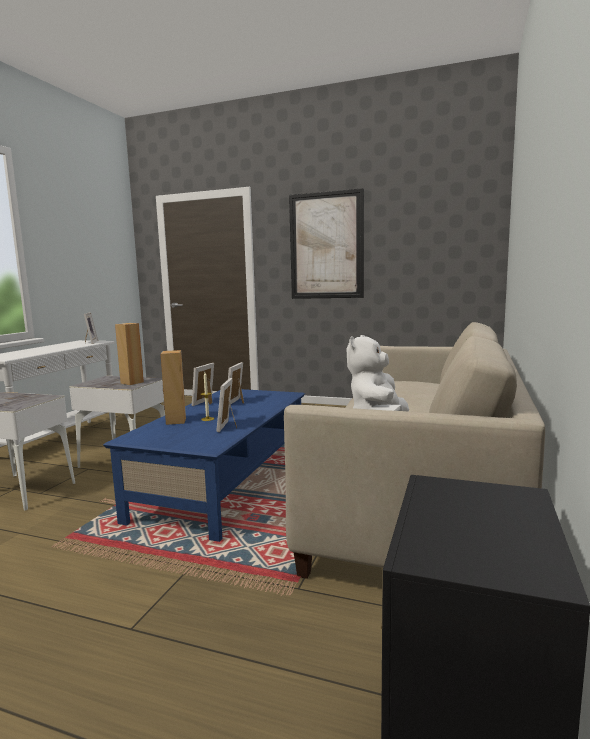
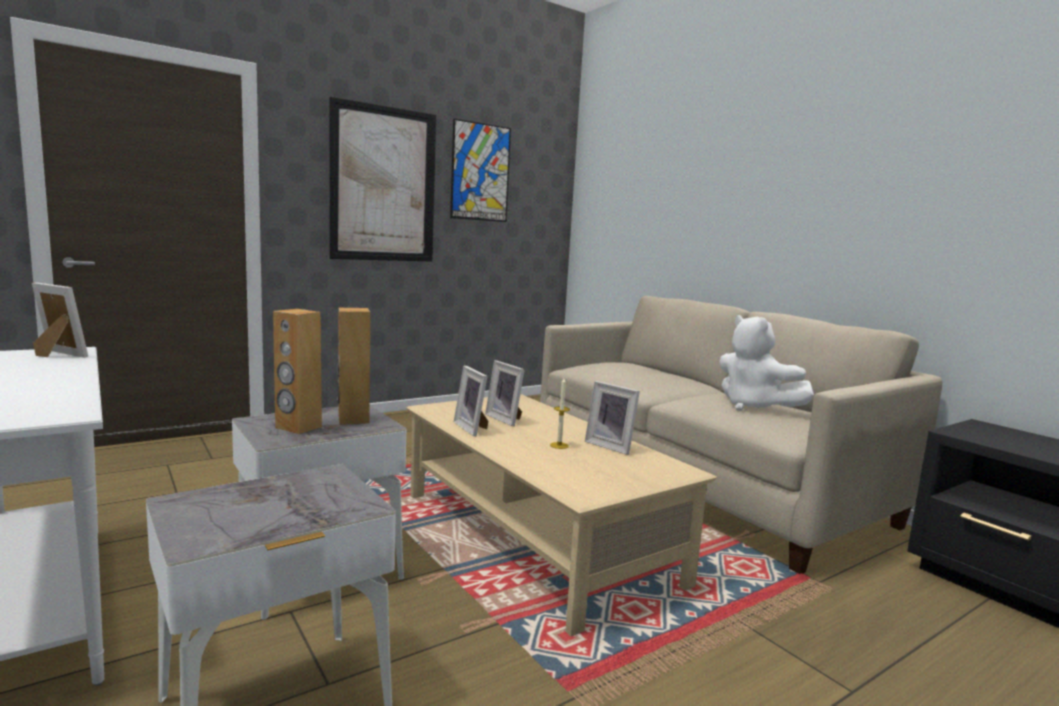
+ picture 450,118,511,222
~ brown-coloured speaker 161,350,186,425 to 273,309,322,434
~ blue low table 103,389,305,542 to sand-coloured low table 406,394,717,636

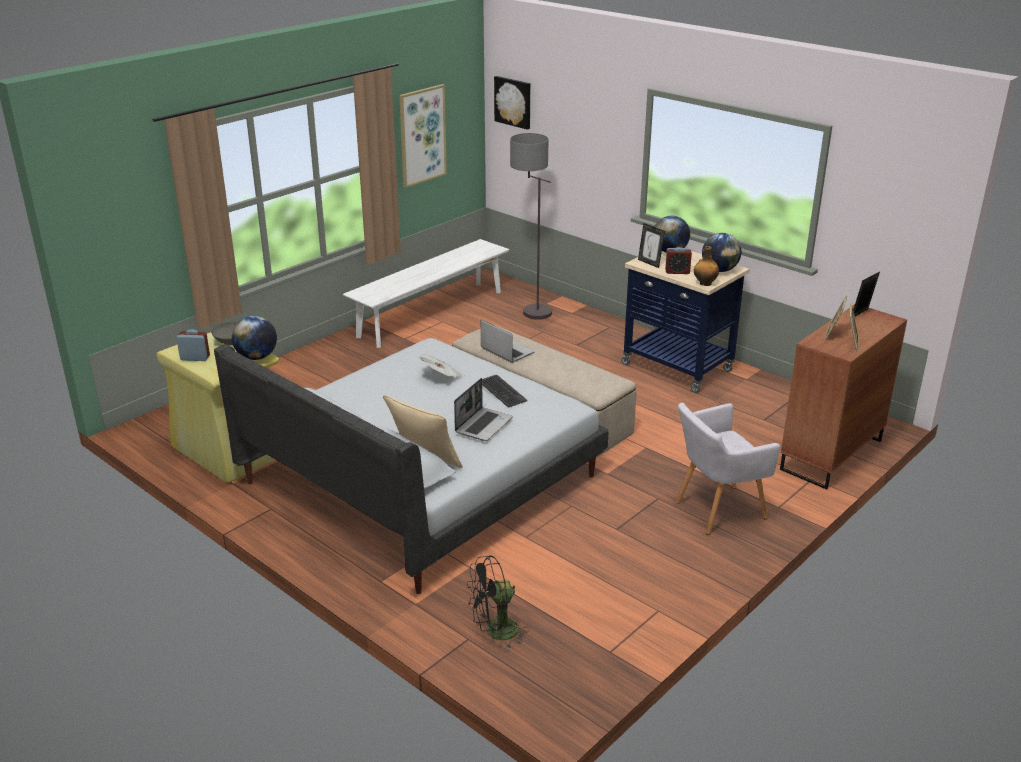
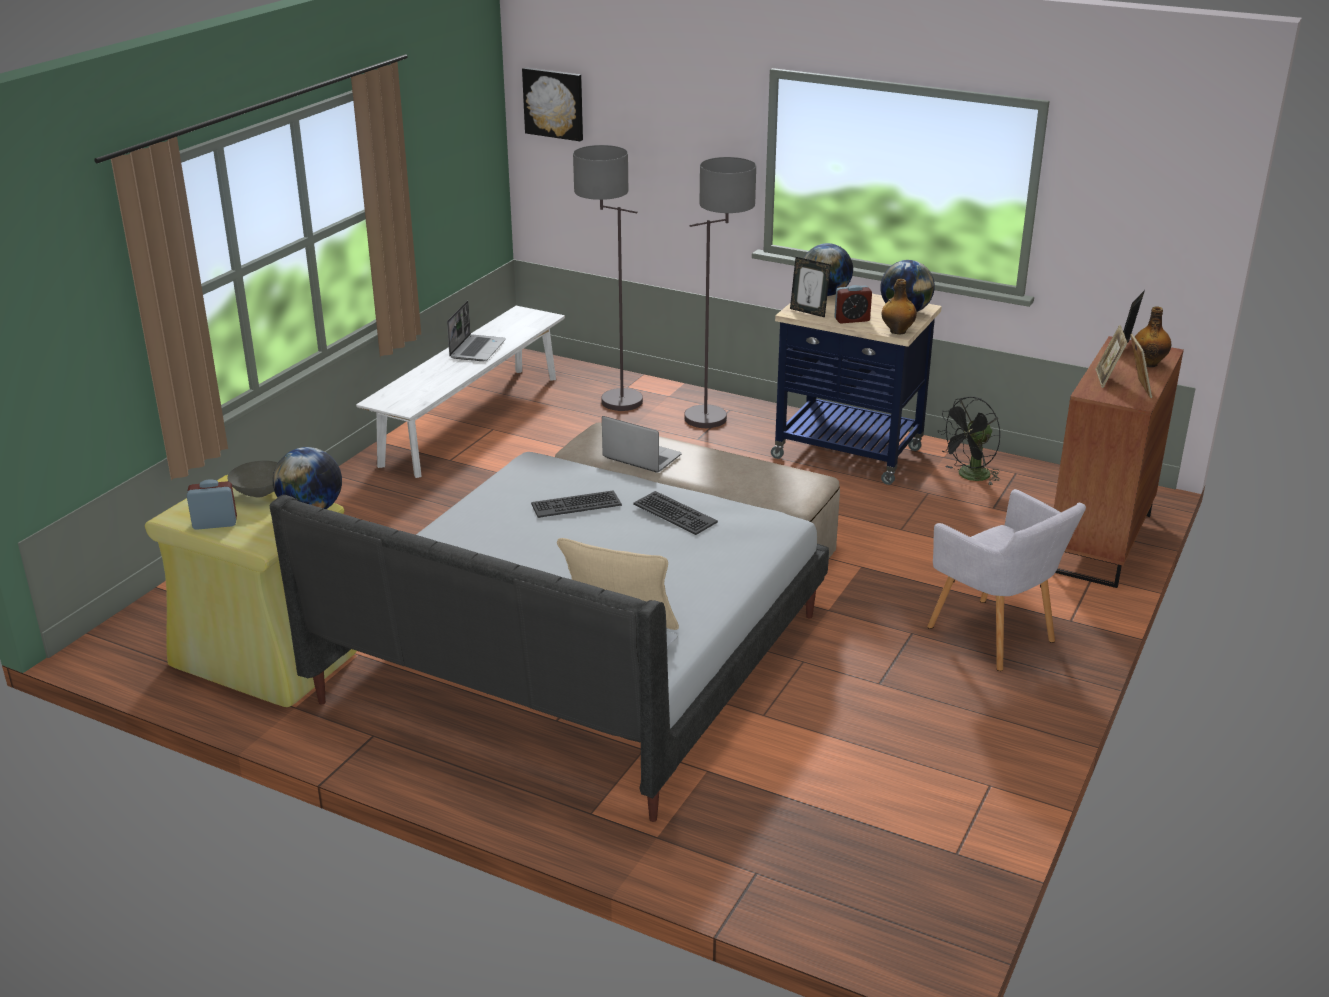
- picture 399,84,447,188
+ gray standing lamp 685,157,756,428
+ drink bottle 1135,307,1171,367
~ portable computer 454,378,513,441 to 447,300,506,361
~ blackish fan 467,555,530,649 to 938,397,1001,485
~ daily paper 419,354,465,377 to computer keyboard 531,490,622,518
~ gray easy chair 676,403,780,535 = 927,489,1086,671 90 degrees counterclockwise

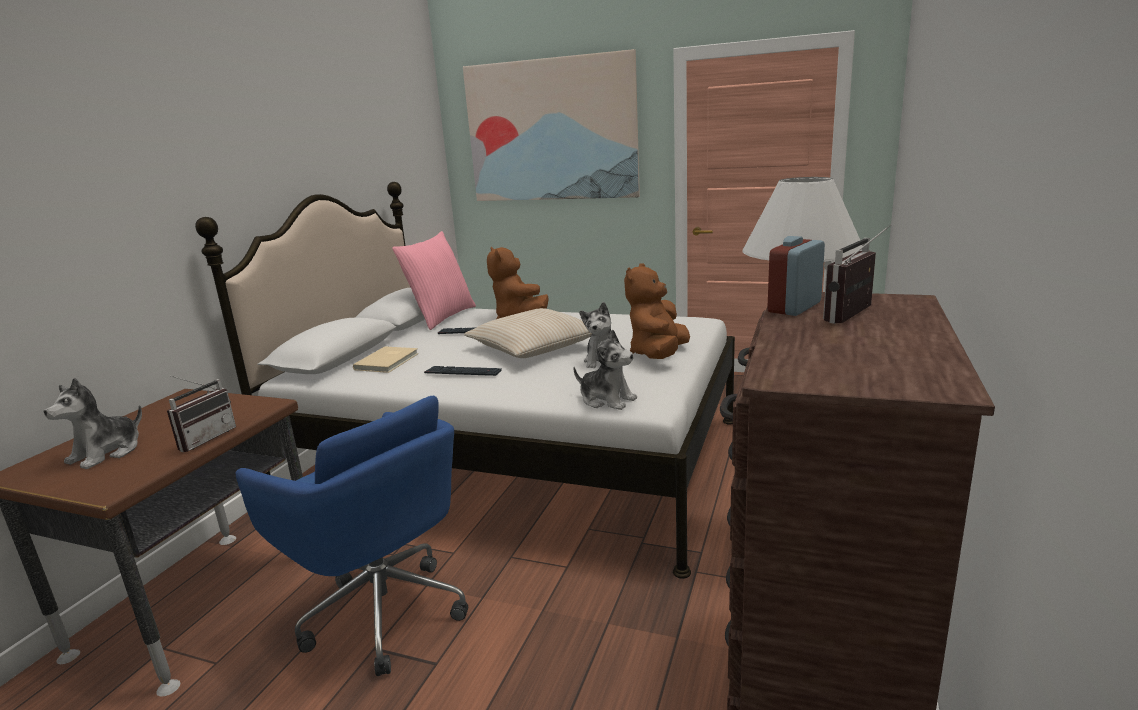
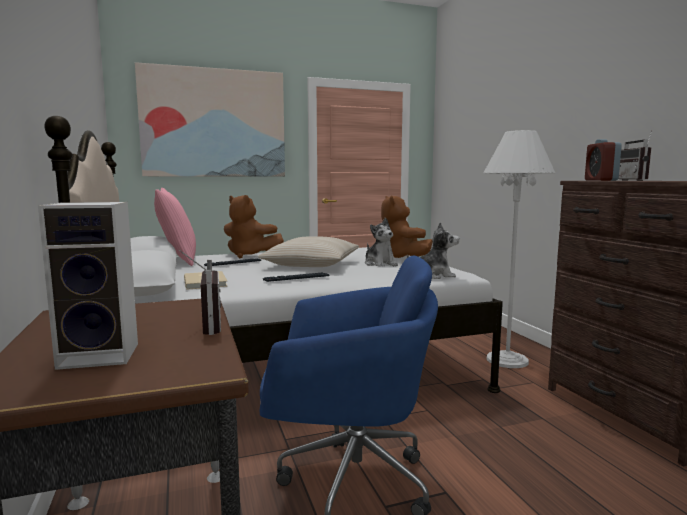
~ plush toy 43,378,142,469 to speaker 38,202,138,370

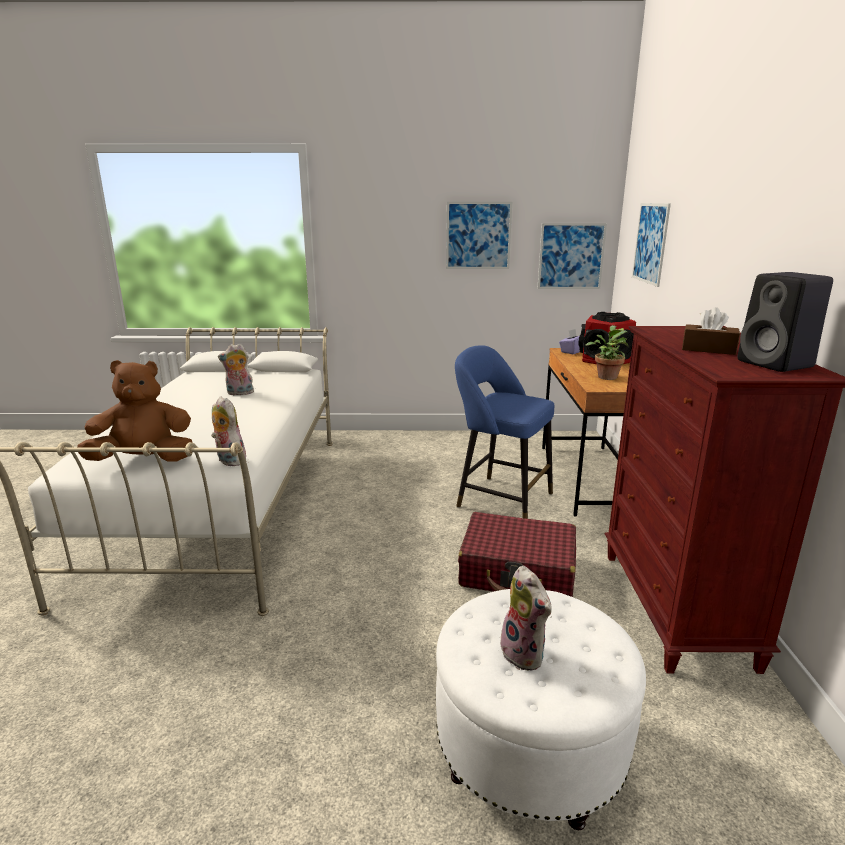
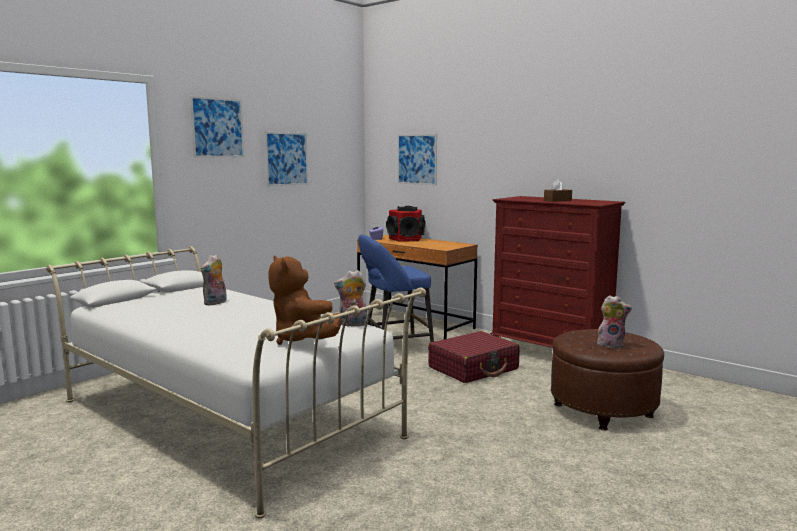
- houseplant 586,325,628,380
- blackish speaker 737,272,833,372
~ picture 537,223,607,289 to 190,96,244,158
~ white-coloured pouffe 436,589,646,830 to brown-coloured pouffe 551,329,664,431
~ brown-coloured plush toy 77,360,193,461 = 269,255,342,345 60 degrees counterclockwise

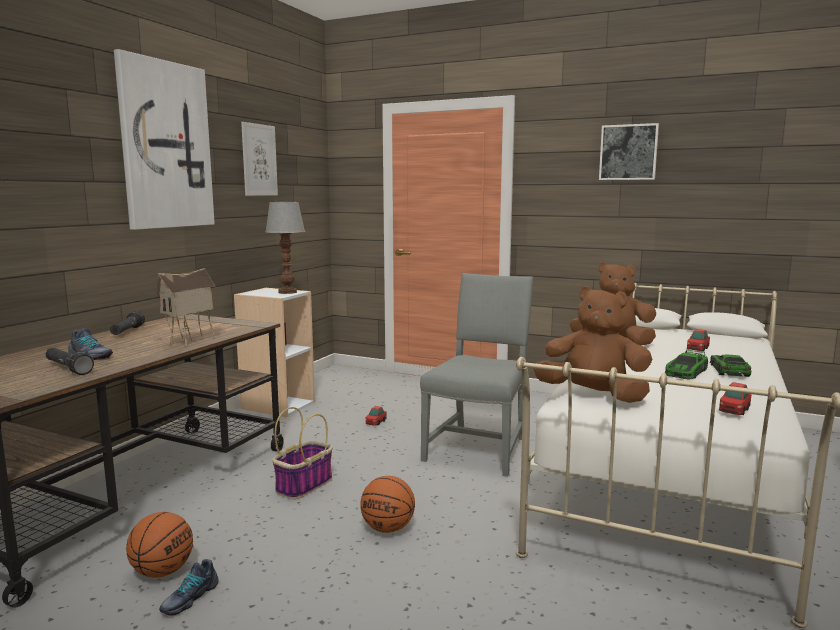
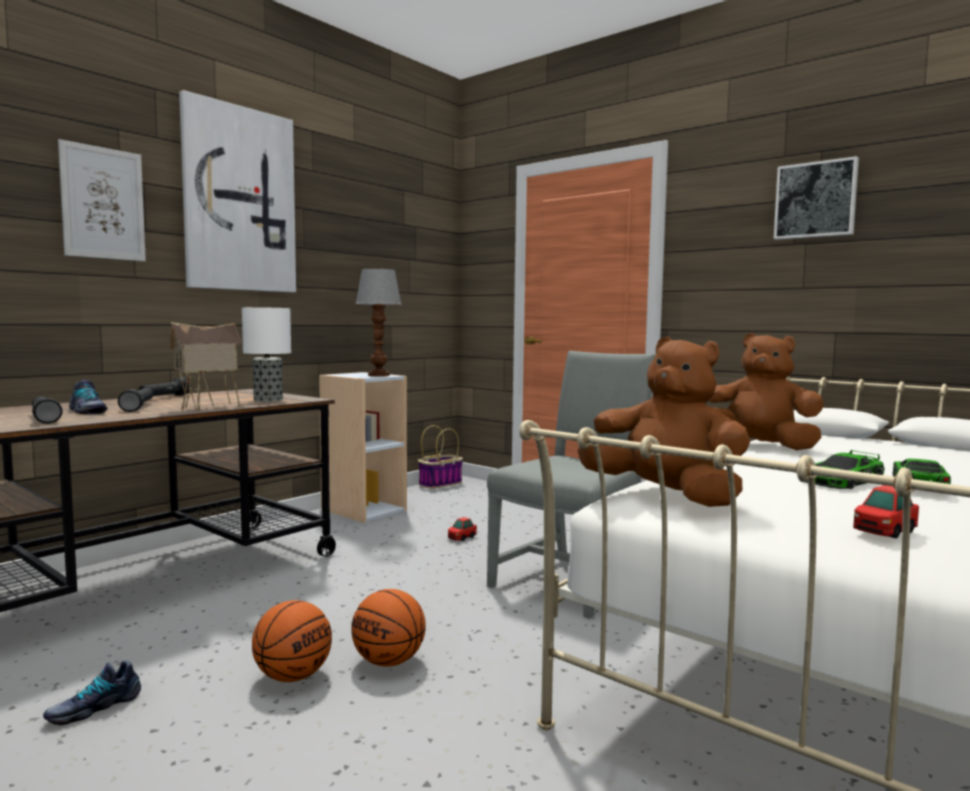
- miniature car 687,329,710,352
+ blackish hand torch 118,388,154,412
+ lamp for a table 242,307,291,402
~ ball for basketball 126,512,193,578 to 252,600,332,682
~ picture 241,122,278,196 to 58,139,146,261
~ basket 272,407,333,500 to 418,425,463,489

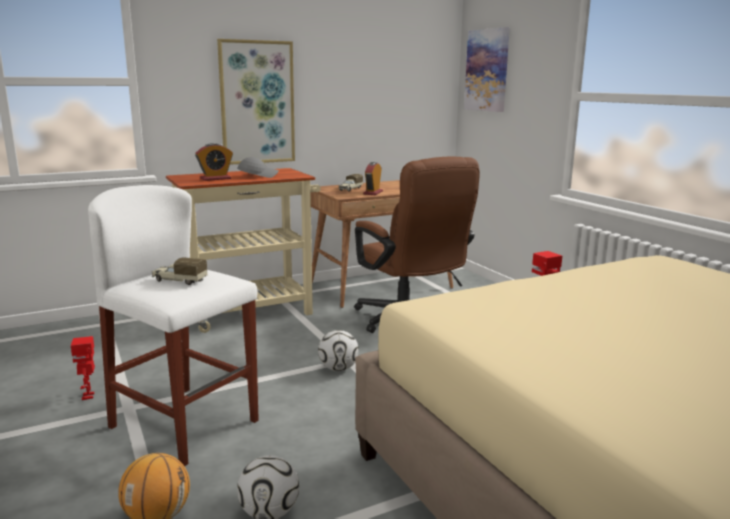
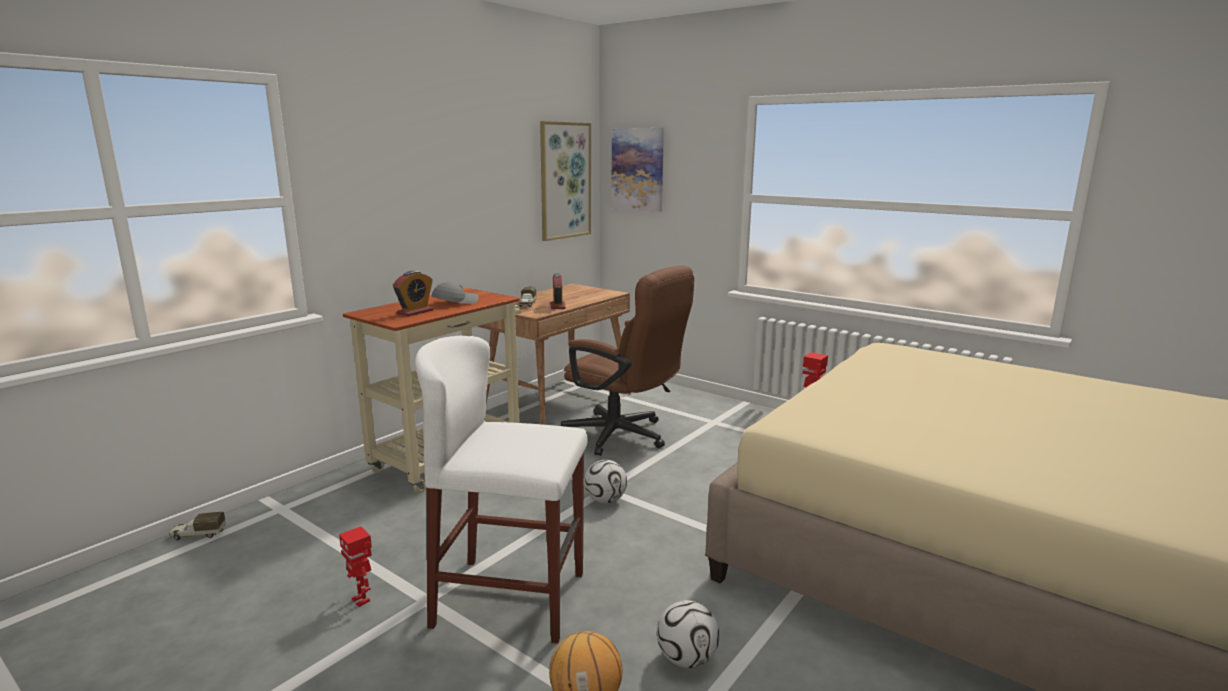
~ toy lorry 151,257,207,285 to 169,512,226,540
~ picture 217,39,295,165 to 540,121,591,241

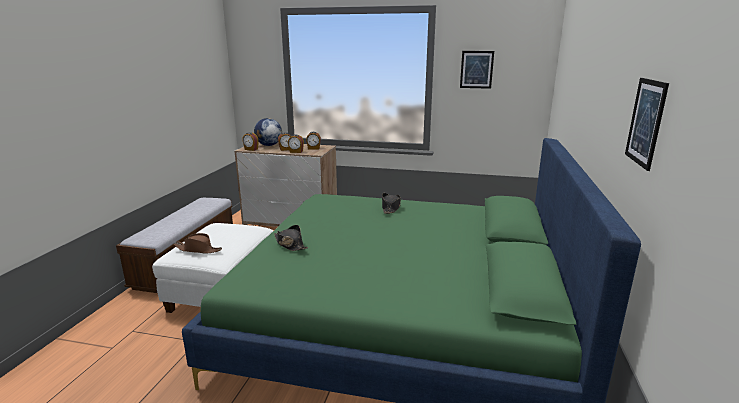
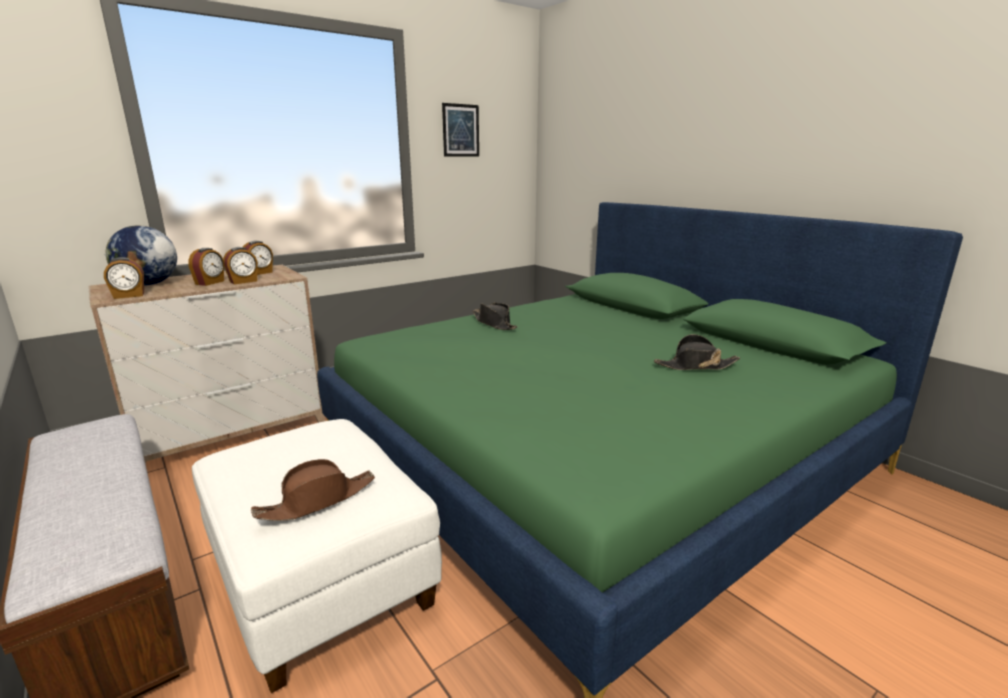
- picture 625,78,669,171
~ blackish hat 274,225,308,251 to 654,334,740,370

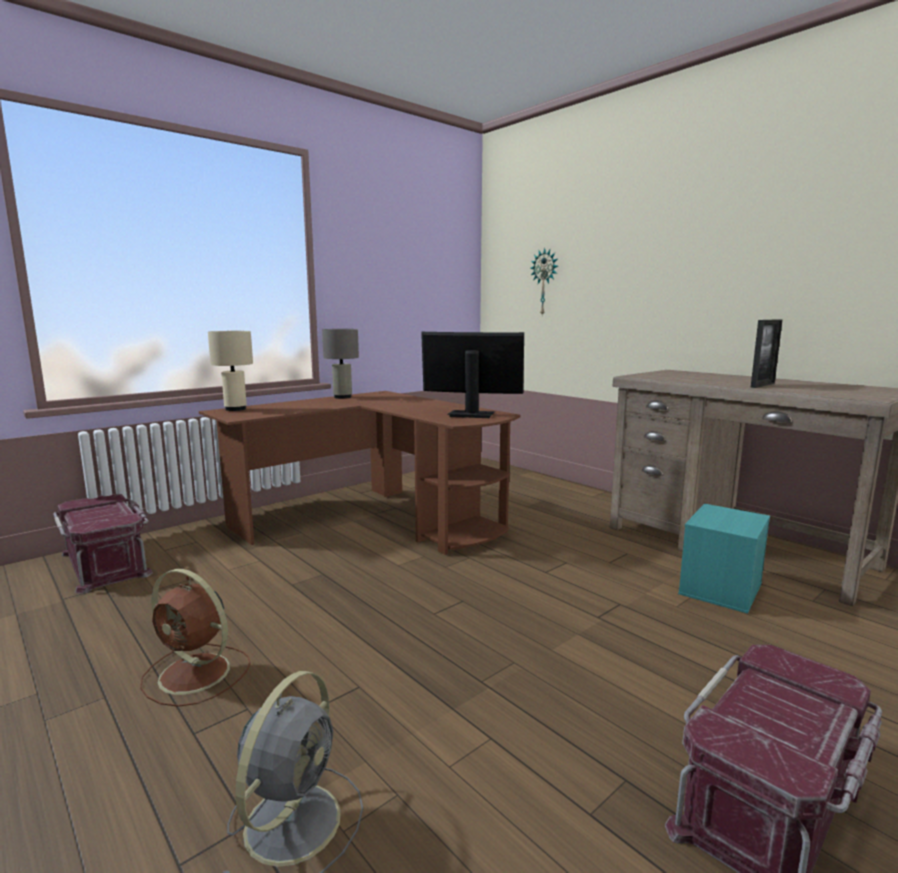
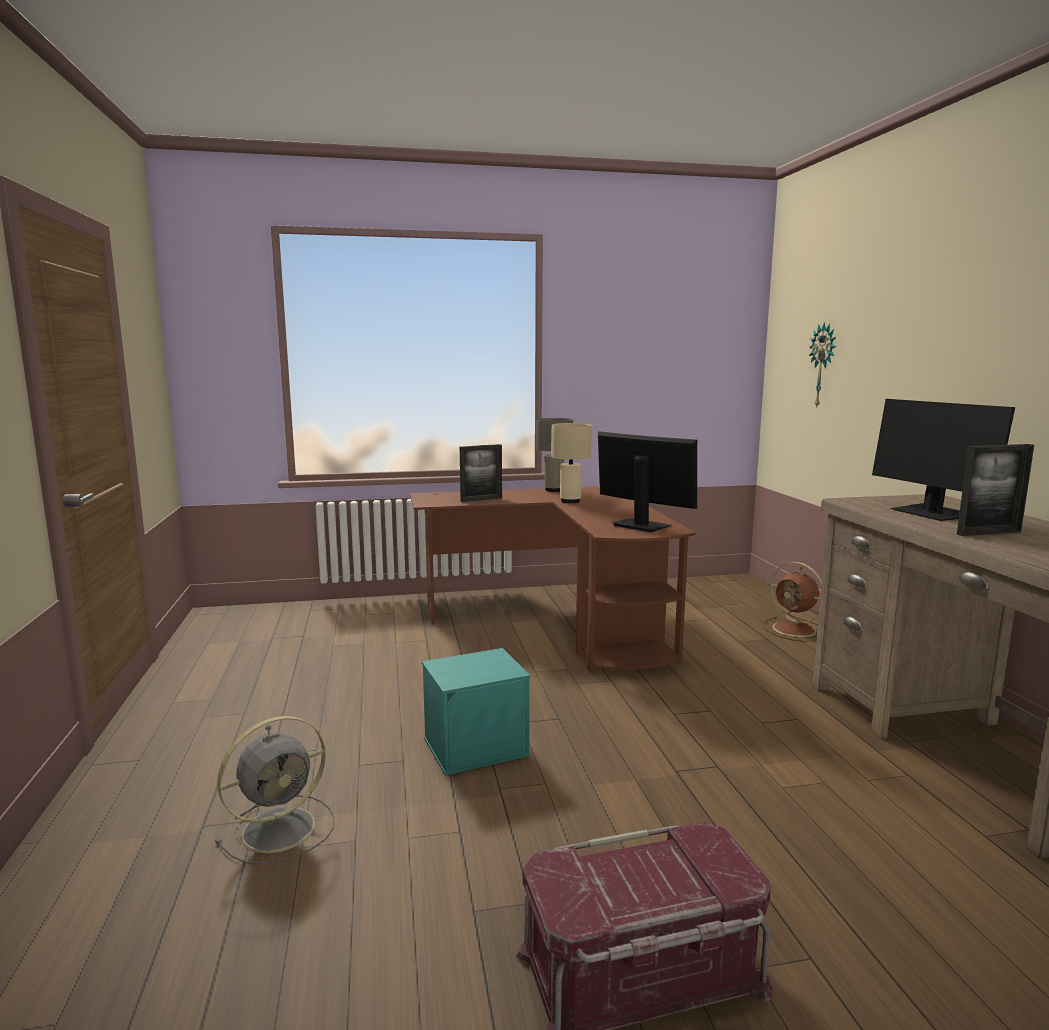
- red-coloured storage container 53,494,153,594
+ standing frame 460,444,502,502
+ computer display 872,399,1015,521
~ brown-coloured fan 140,569,250,707 to 762,562,822,642
~ sand-coloured lamp for a table 208,331,253,411 to 551,423,592,503
~ turquoise storage container 678,504,770,614 to 422,648,530,776

